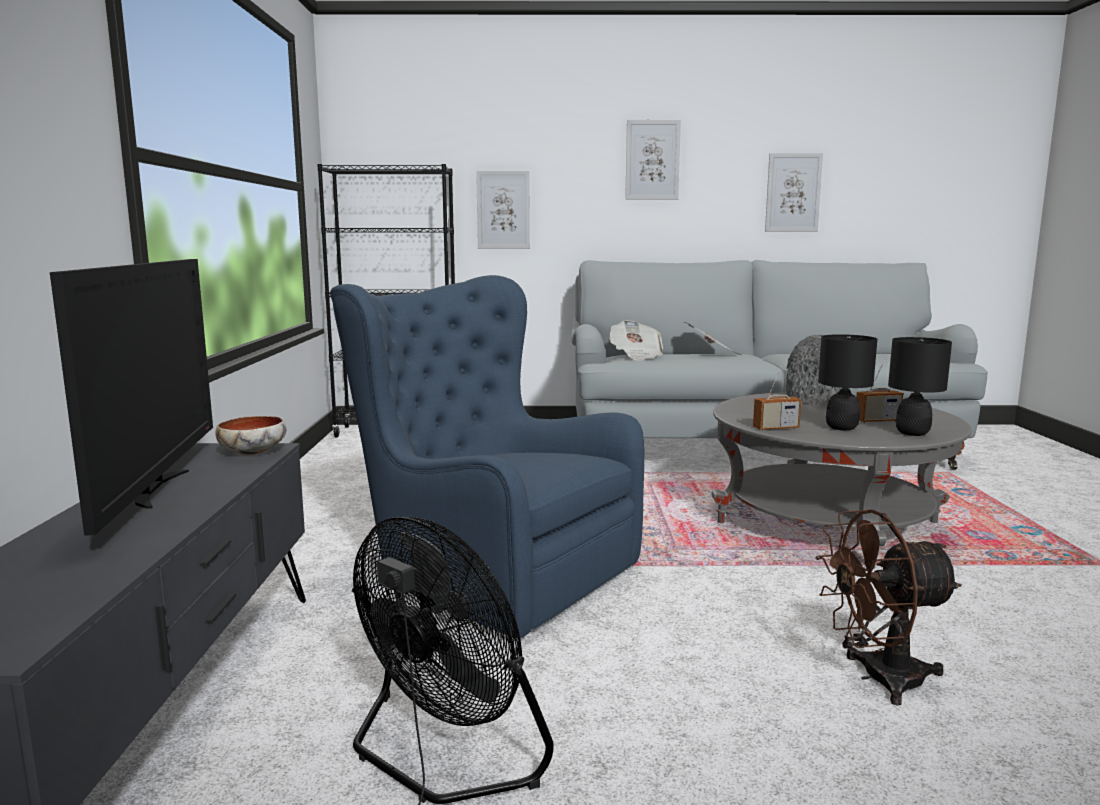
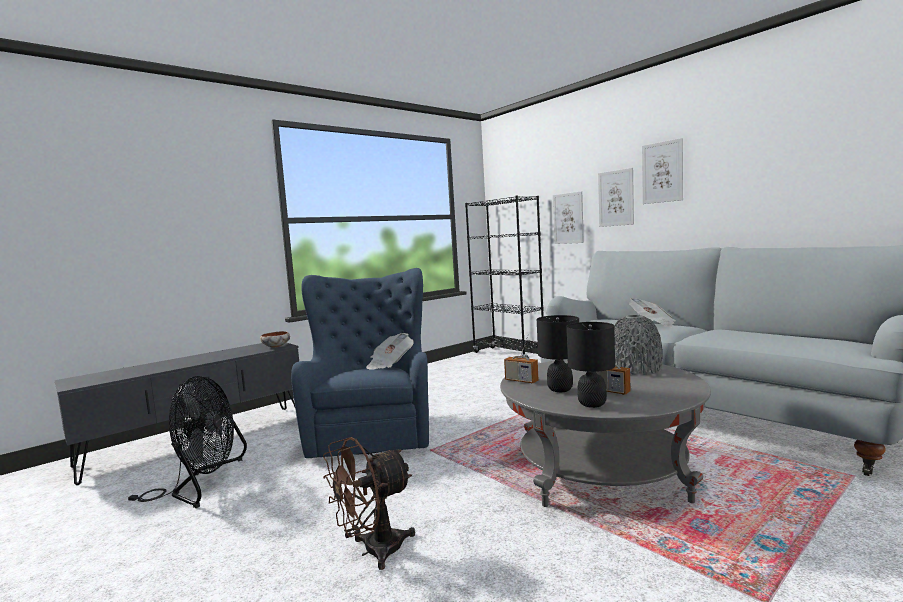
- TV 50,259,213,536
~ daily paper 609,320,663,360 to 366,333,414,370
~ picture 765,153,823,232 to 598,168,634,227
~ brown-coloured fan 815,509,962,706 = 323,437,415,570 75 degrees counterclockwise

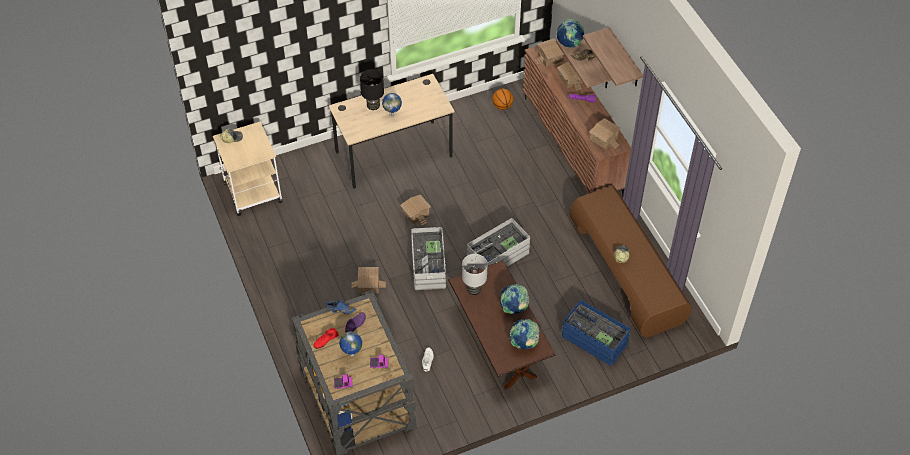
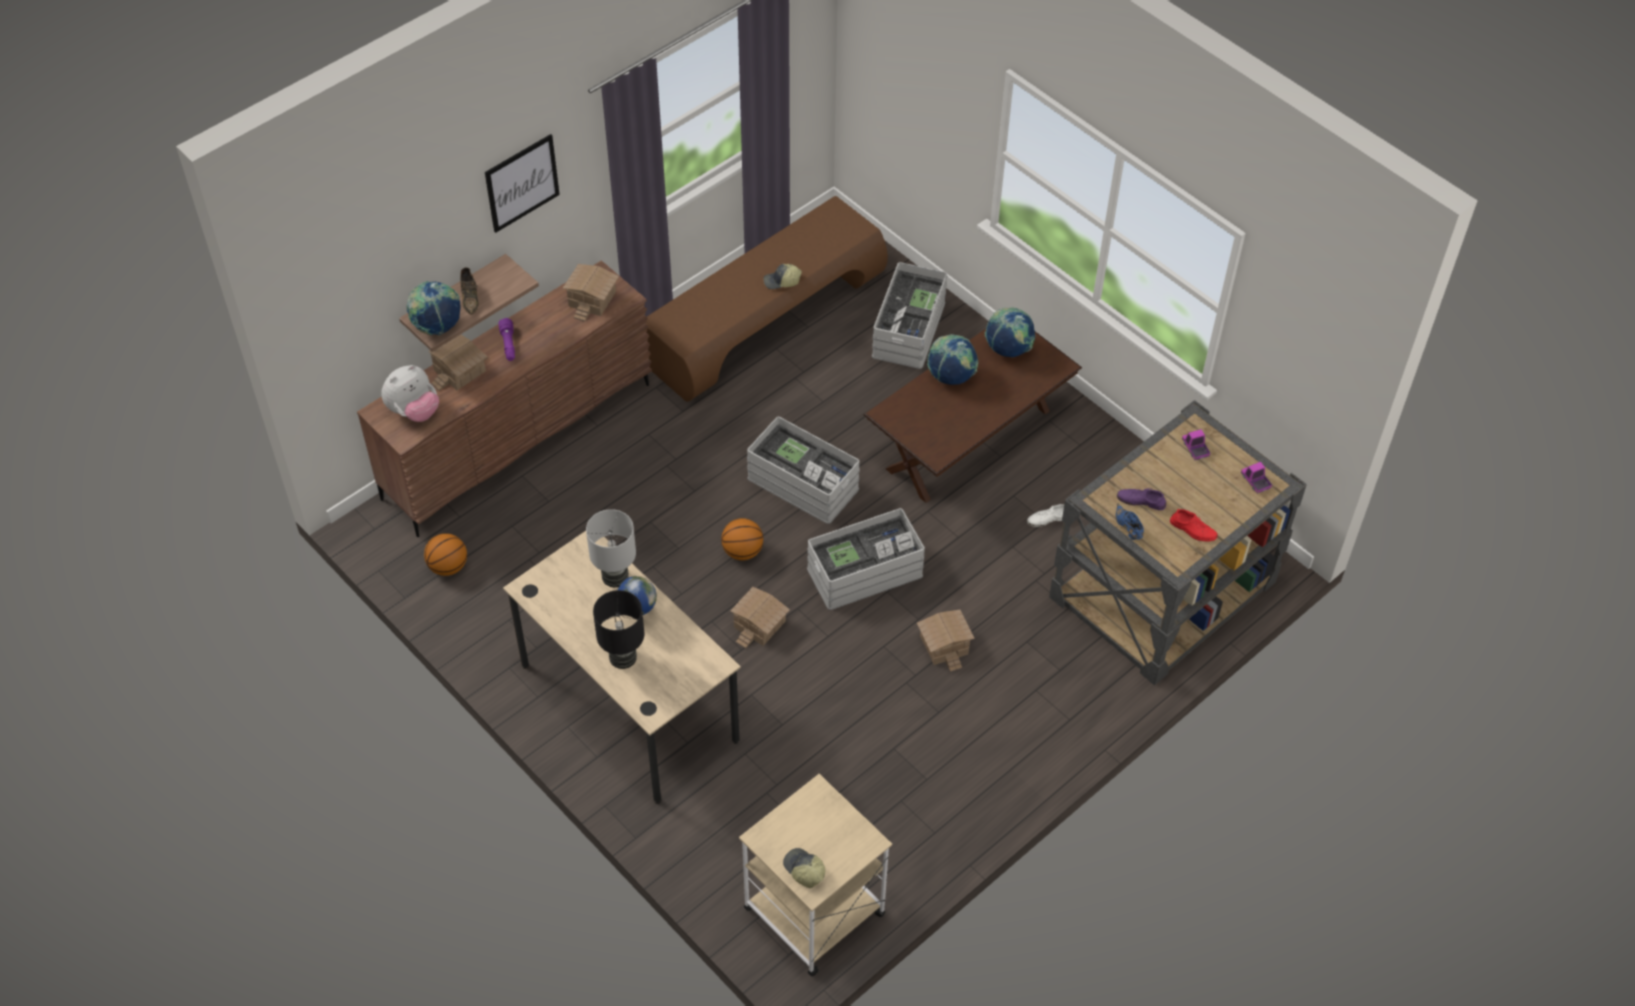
- world globe 339,332,362,356
+ ball for basketball 721,518,763,560
~ gray lamp for a table 462,254,487,295 to 586,509,636,587
~ toy house 535,38,565,67 to plush toy 381,365,439,422
~ bracket shelf 583,27,643,86 to picture 485,134,560,233
~ blue storage container 561,300,631,366 to gray storage container 872,262,947,369

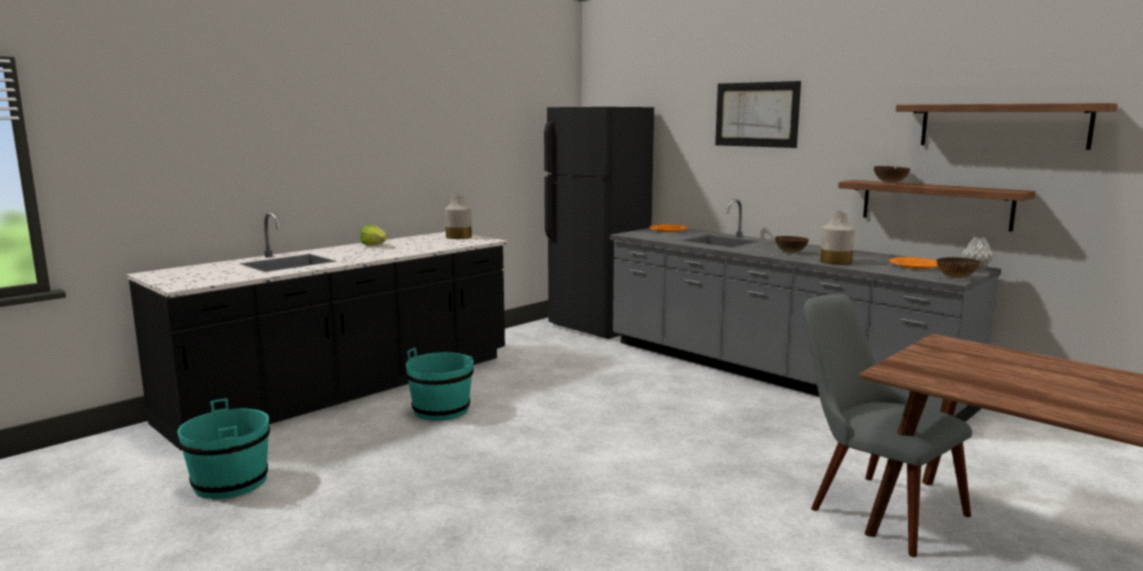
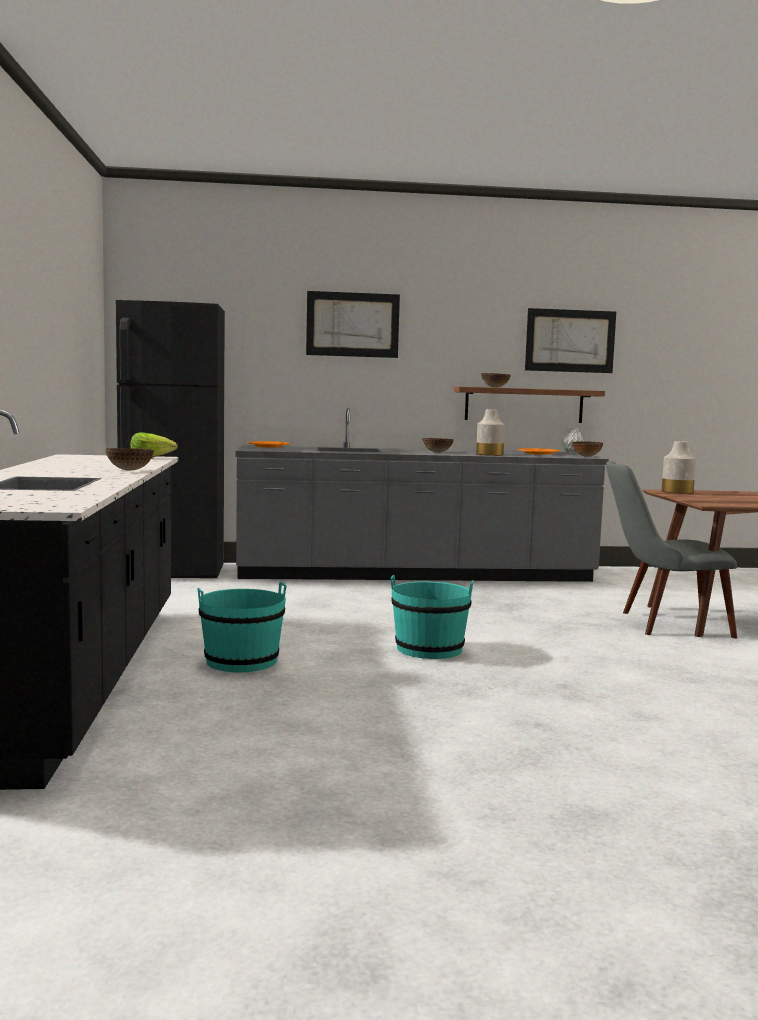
+ bowl 106,448,154,471
~ turquoise water bucket 177,398,270,499 to 391,575,474,659
~ head of lettuce 360,225,387,246 to 130,432,178,457
~ sand-coloured vase 445,194,472,239 to 662,441,696,494
~ bracket shelf 896,103,1118,150 to picture 525,308,616,373

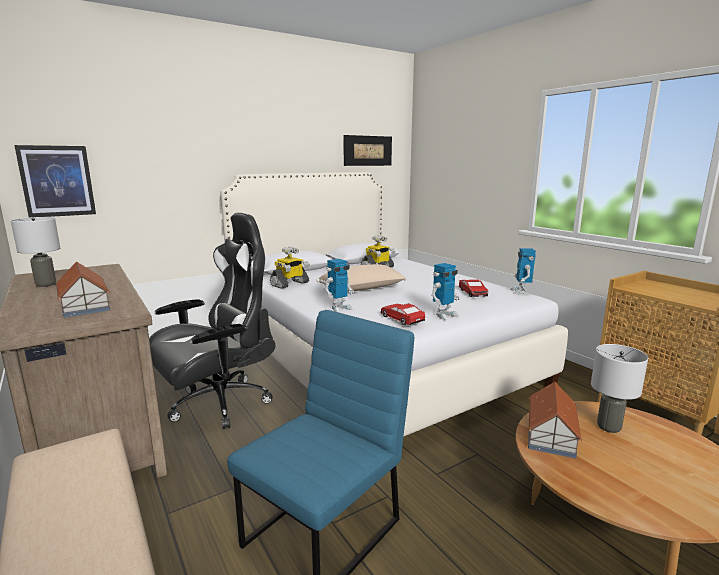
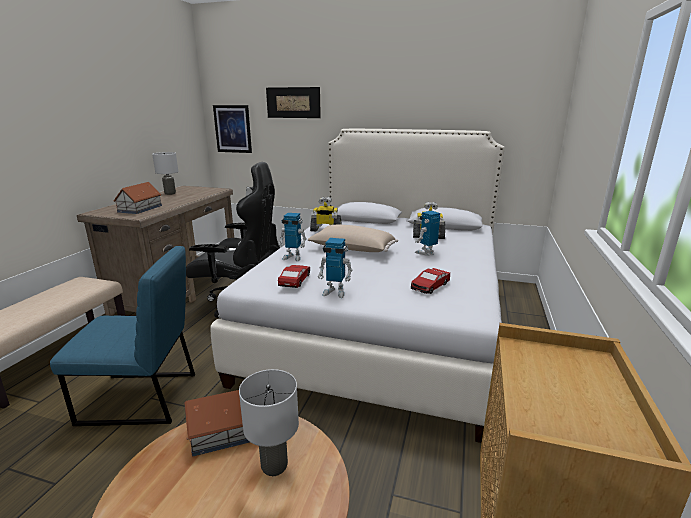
~ picture 343,135,392,166 to 266,87,321,118
~ model robot 510,248,536,294 to 415,211,441,256

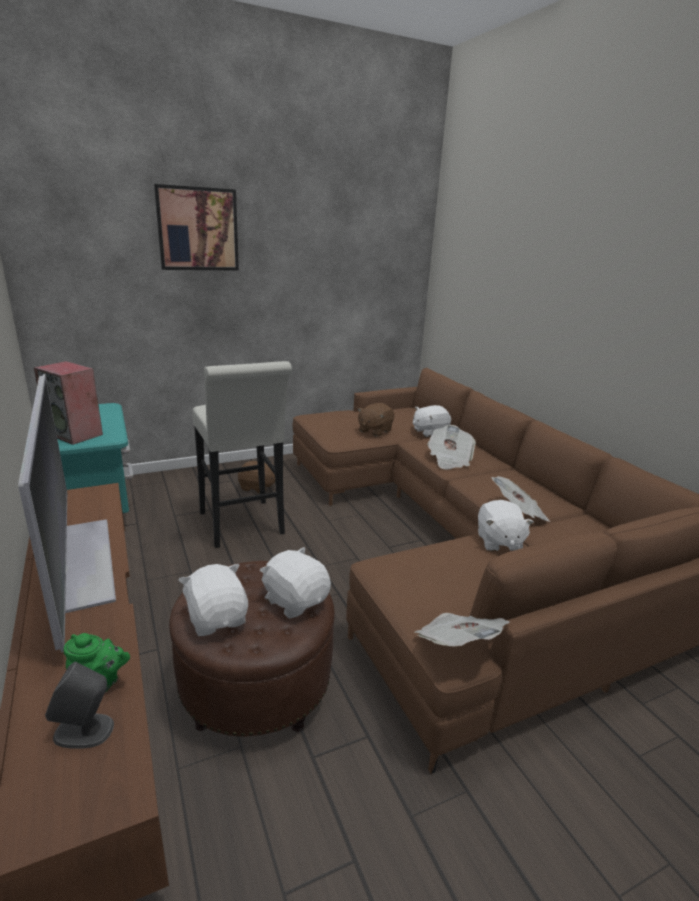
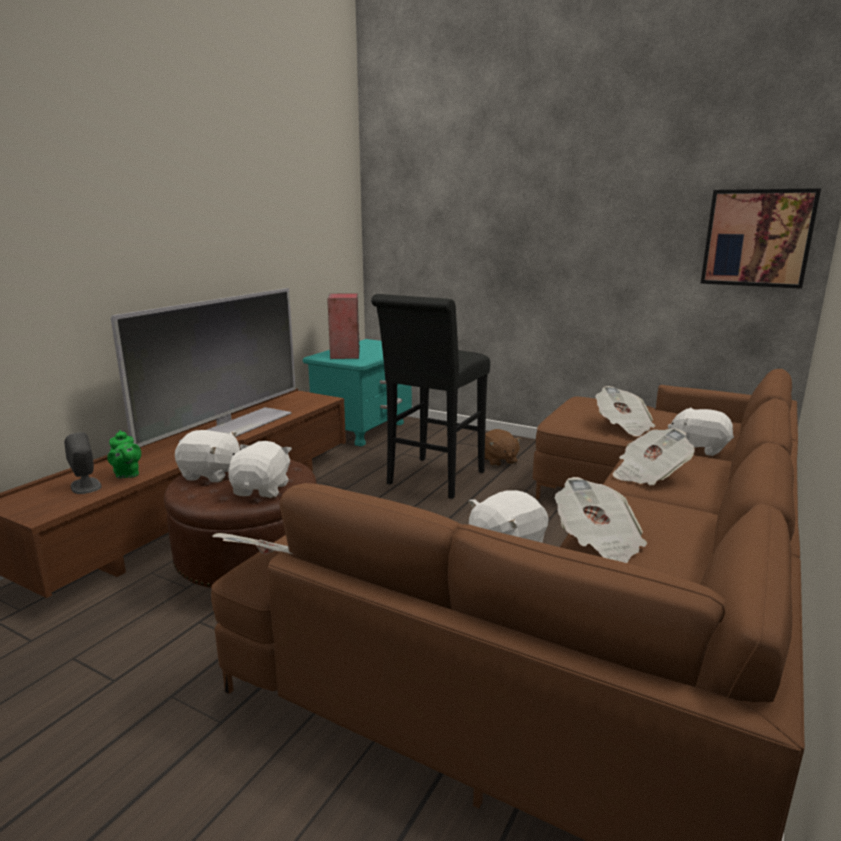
~ picture 154,184,239,270 to 700,188,821,289
~ brown-coloured plush toy 357,403,394,437 to daily paper 595,386,655,437
~ white-coloured sitting stool 192,361,292,548 to blackish sitting stool 371,294,490,499
~ white-coloured plush toy 178,564,248,636 = 175,430,241,482 75 degrees clockwise

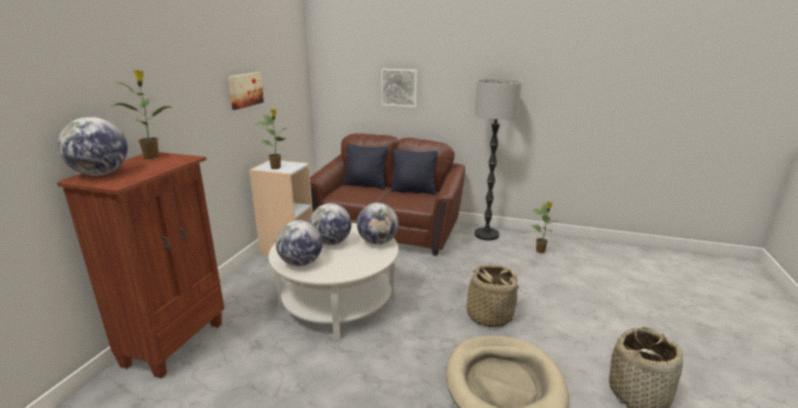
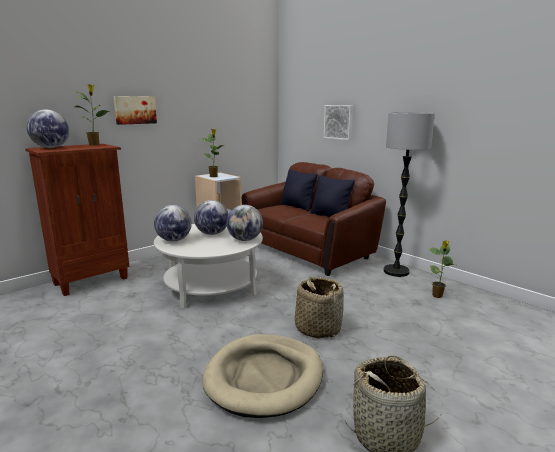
~ picture 228,72,264,110 to 114,96,157,125

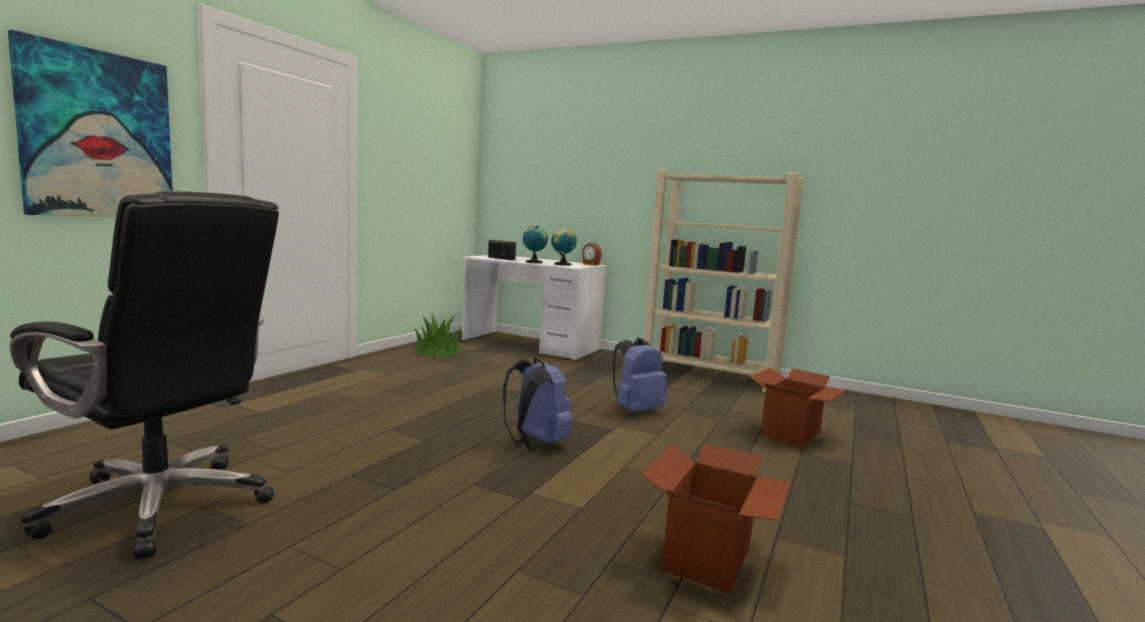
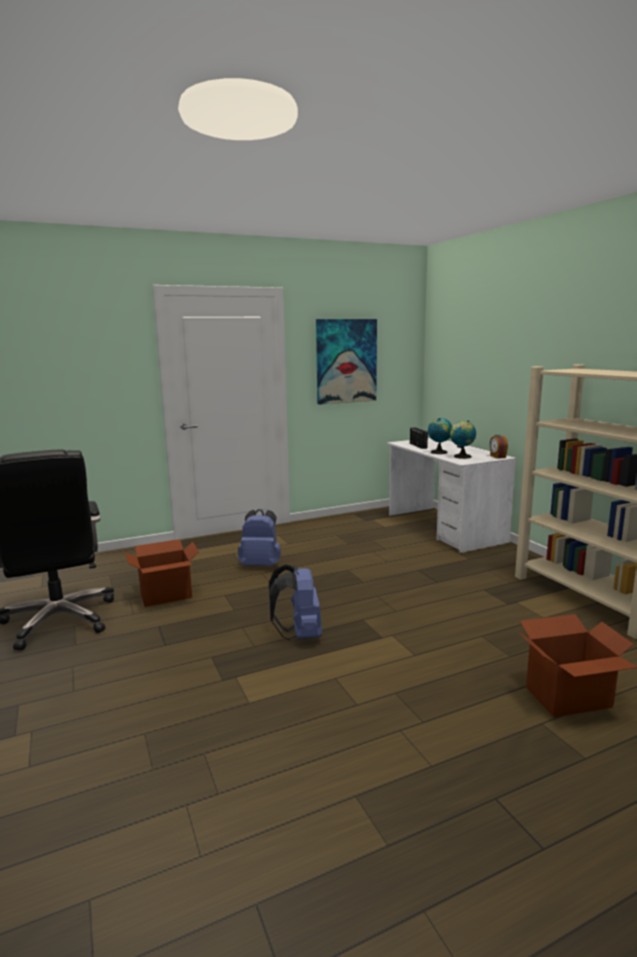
- houseplant 413,314,462,358
~ picture 8,30,173,217 to 316,319,377,405
~ blue knapsack 613,337,667,412 to 238,509,281,566
~ carton 641,443,791,594 to 125,539,199,607

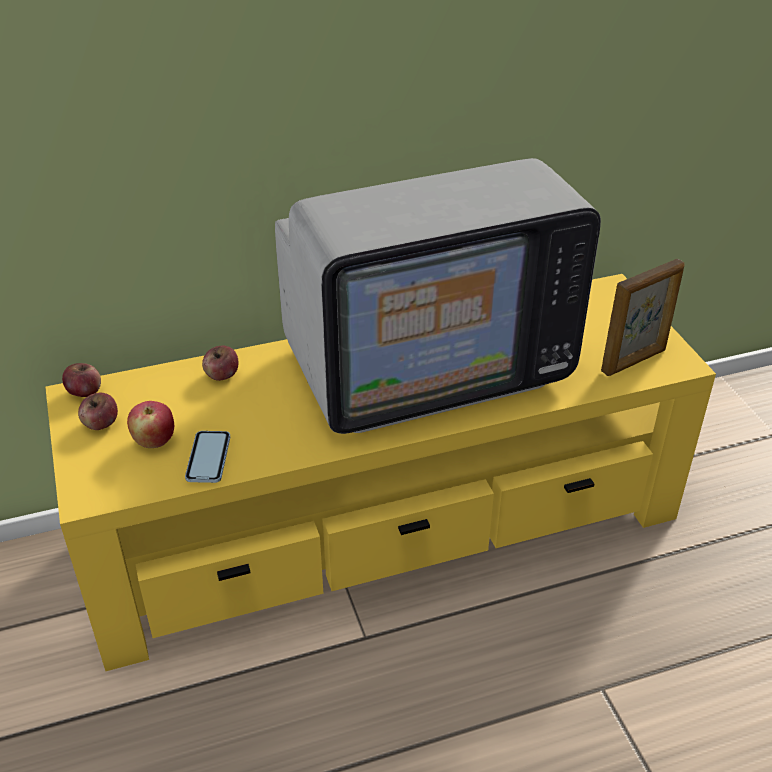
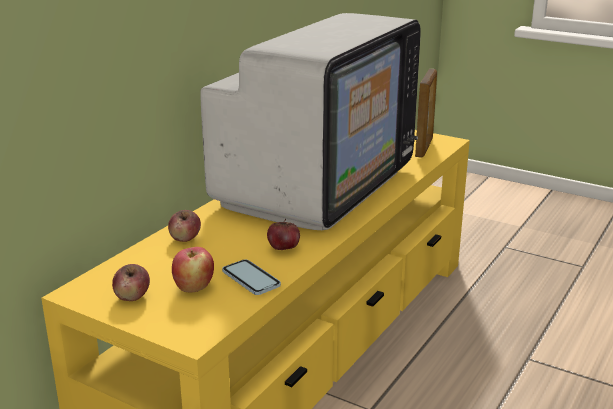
~ apple 62,363,101,397 to 267,219,300,250

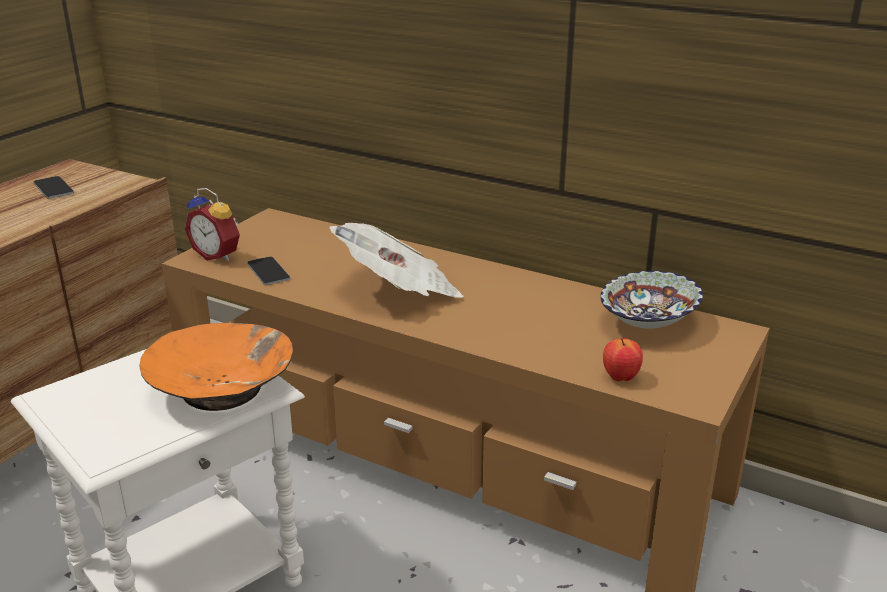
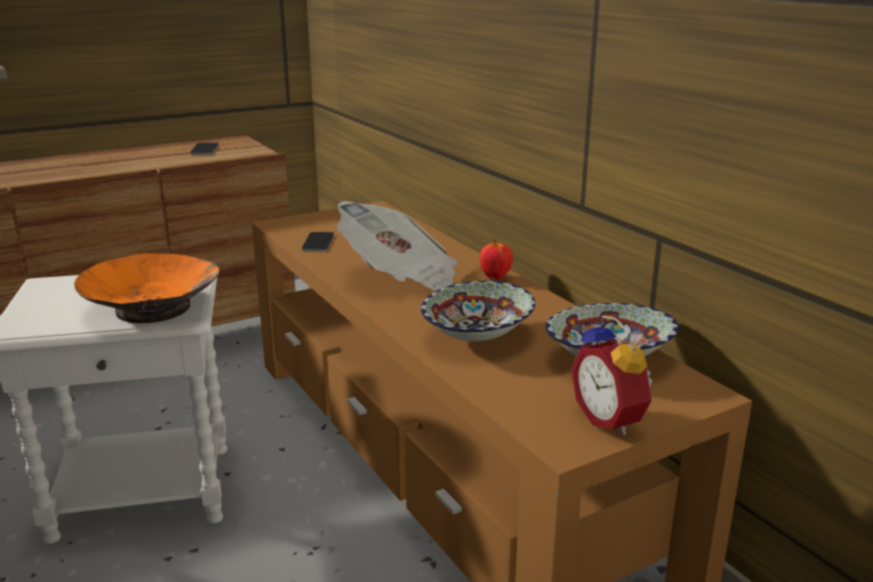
+ bowl 421,281,535,341
~ bedside clock 185,188,240,261 to 571,316,653,436
~ apple 603,338,643,381 to 480,240,513,280

